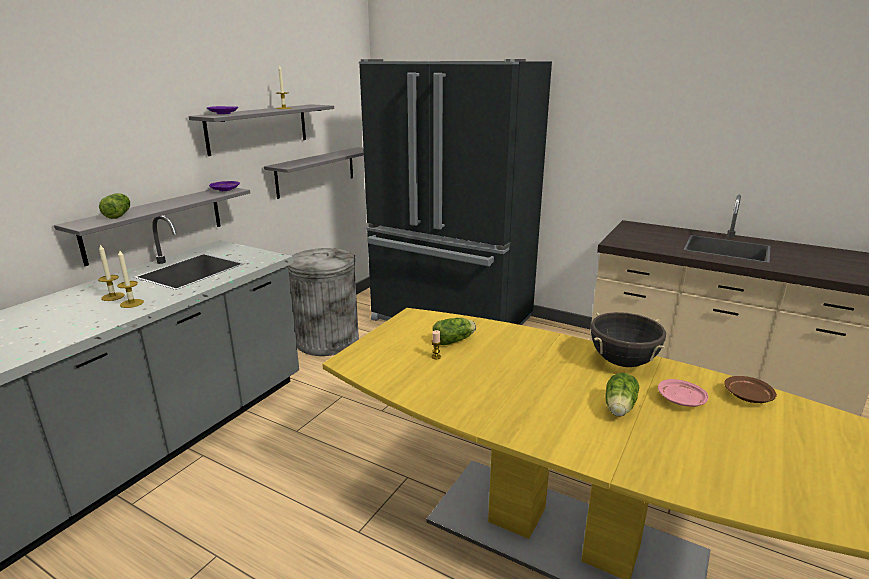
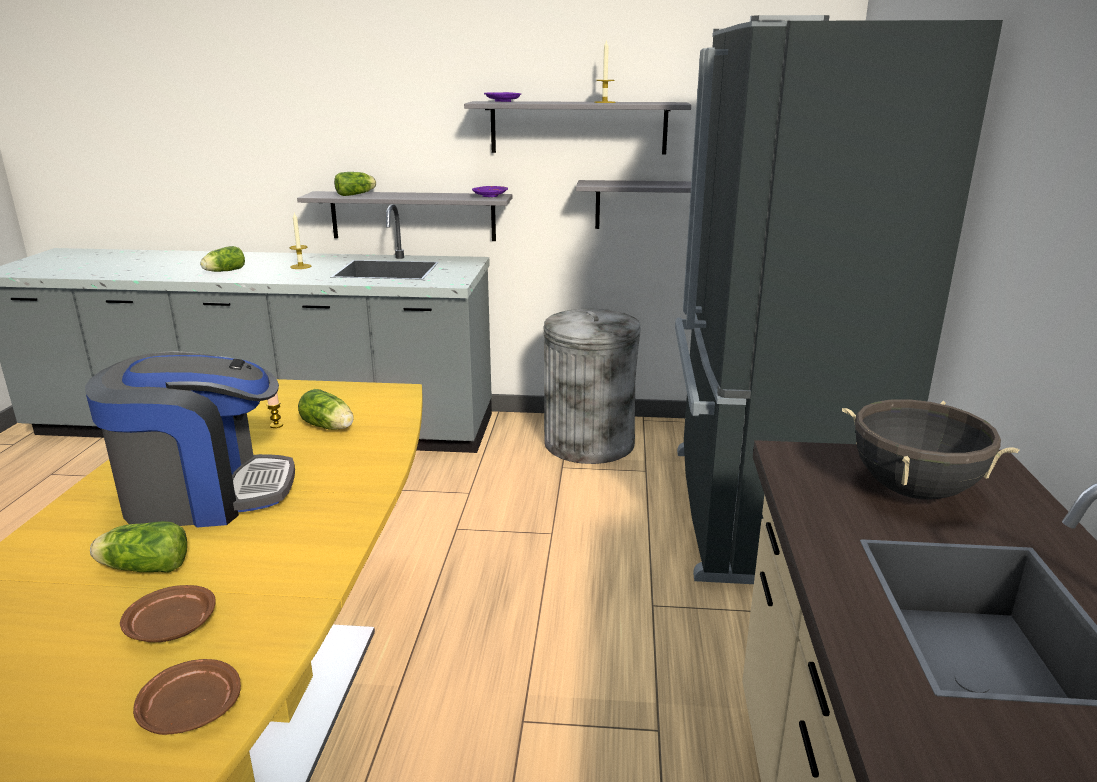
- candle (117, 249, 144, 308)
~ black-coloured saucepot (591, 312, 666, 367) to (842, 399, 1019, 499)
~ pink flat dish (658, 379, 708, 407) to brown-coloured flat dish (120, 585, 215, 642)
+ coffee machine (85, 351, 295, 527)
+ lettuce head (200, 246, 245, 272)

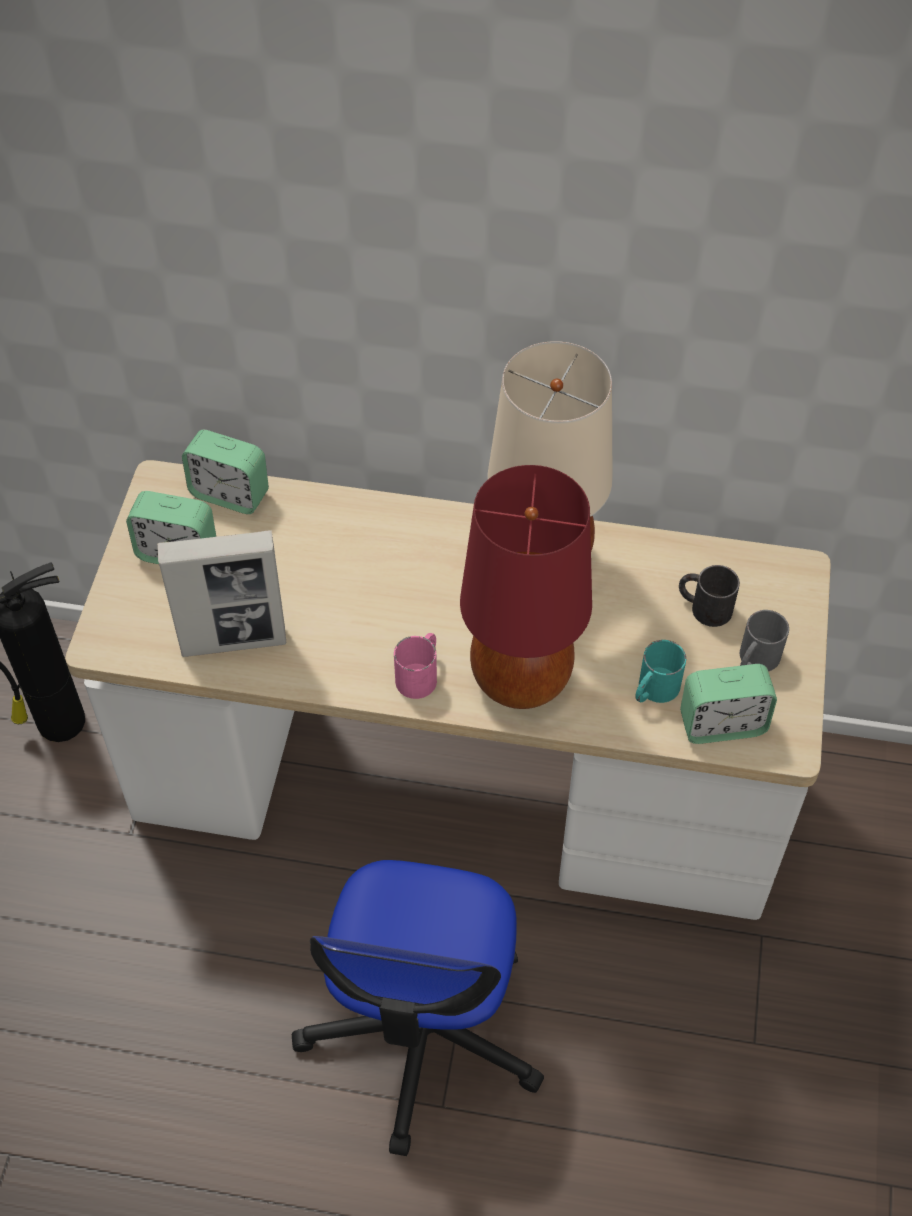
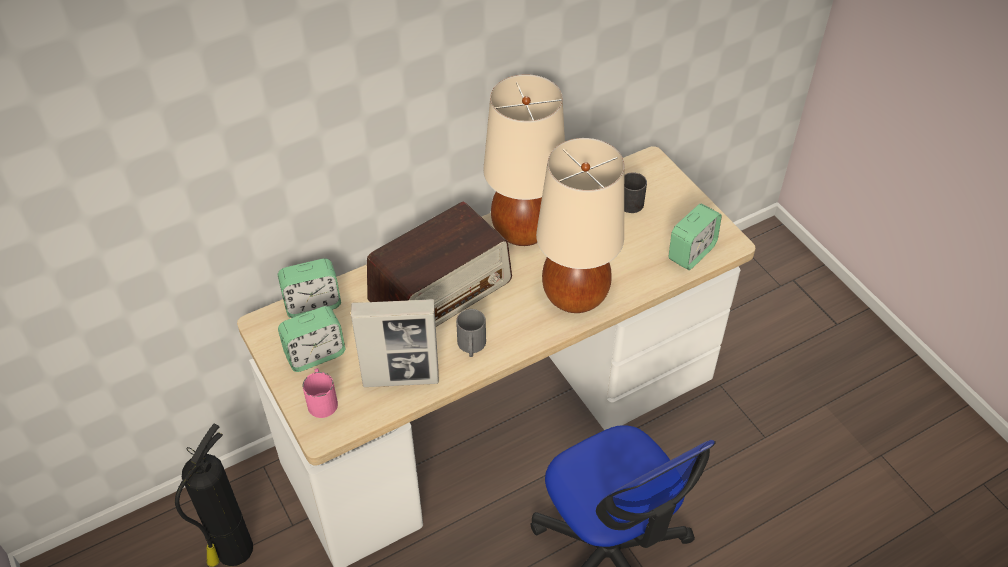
~ photo frame (157, 530, 286, 657) = (351, 299, 439, 387) 45 degrees clockwise
~ pink tea mug (394, 633, 437, 699) to (302, 368, 338, 418)
~ red lamp for a table (460, 465, 592, 709) to beige-coloured lamp for a table (536, 138, 624, 313)
- blue-green tea mug (635, 640, 686, 703)
~ greyish tea mug (740, 610, 789, 671) to (456, 309, 486, 357)
+ radio set (367, 201, 512, 327)

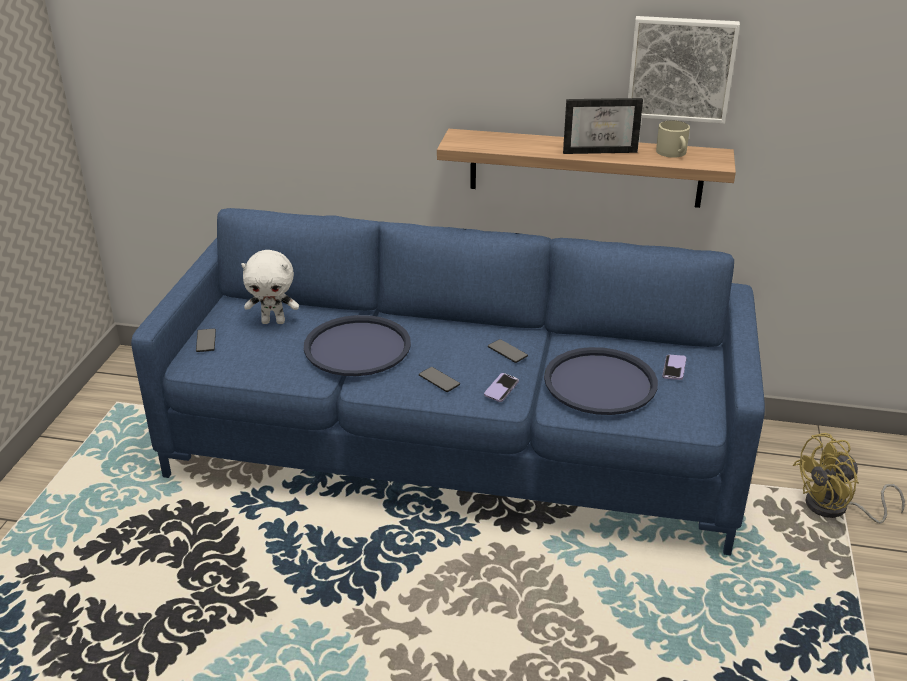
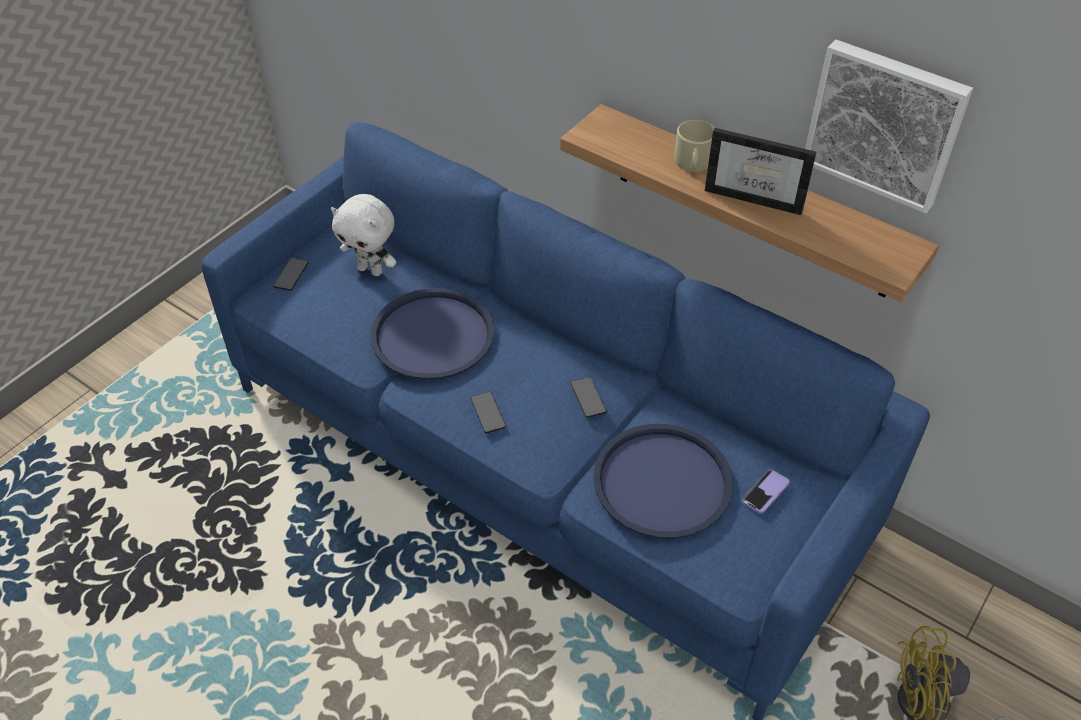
- phone (484, 373, 519, 402)
~ beige-coloured tea mug (656, 120, 690, 158) to (674, 120, 715, 172)

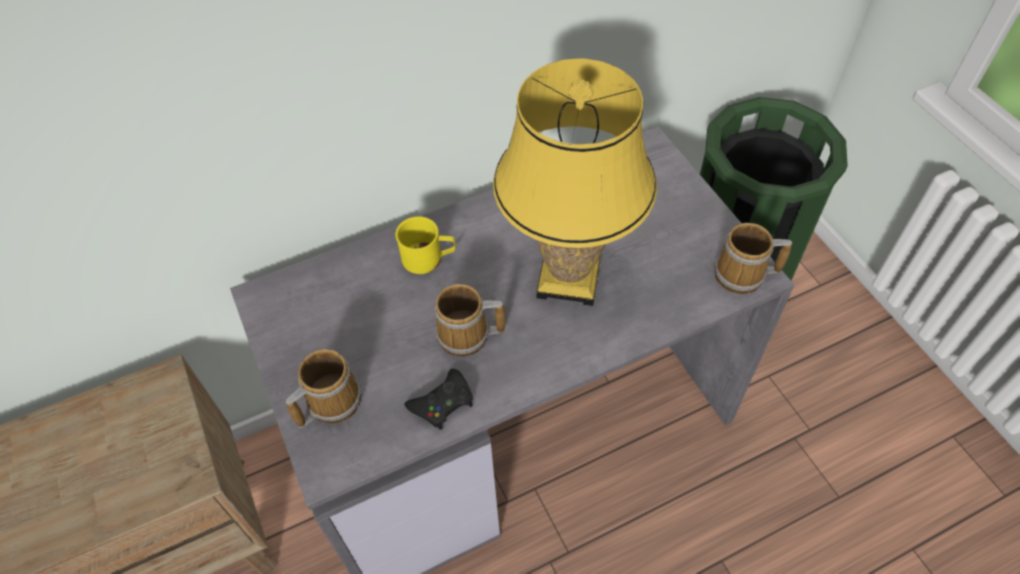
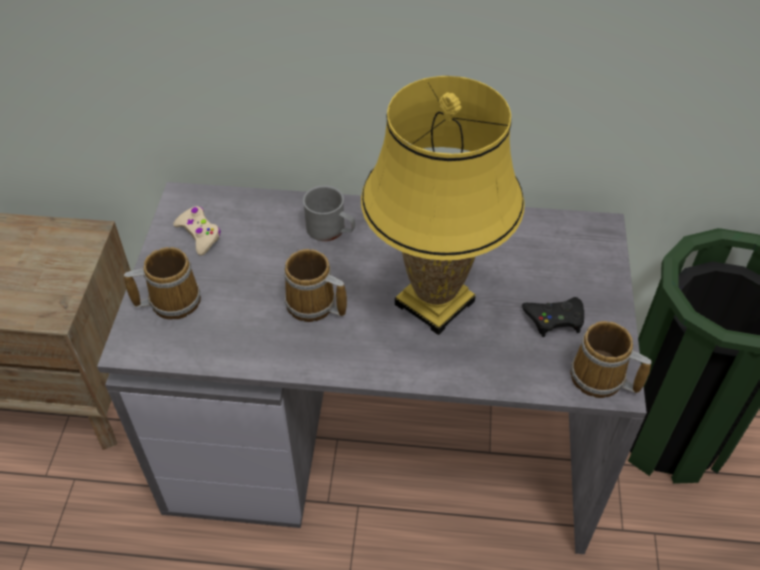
~ yellow-coloured tea mug (395, 216, 455, 274) to greyish tea mug (303, 185, 355, 241)
~ black-coloured joypad (405, 369, 473, 430) to (522, 297, 584, 337)
+ beige-coloured joypad (173, 206, 221, 256)

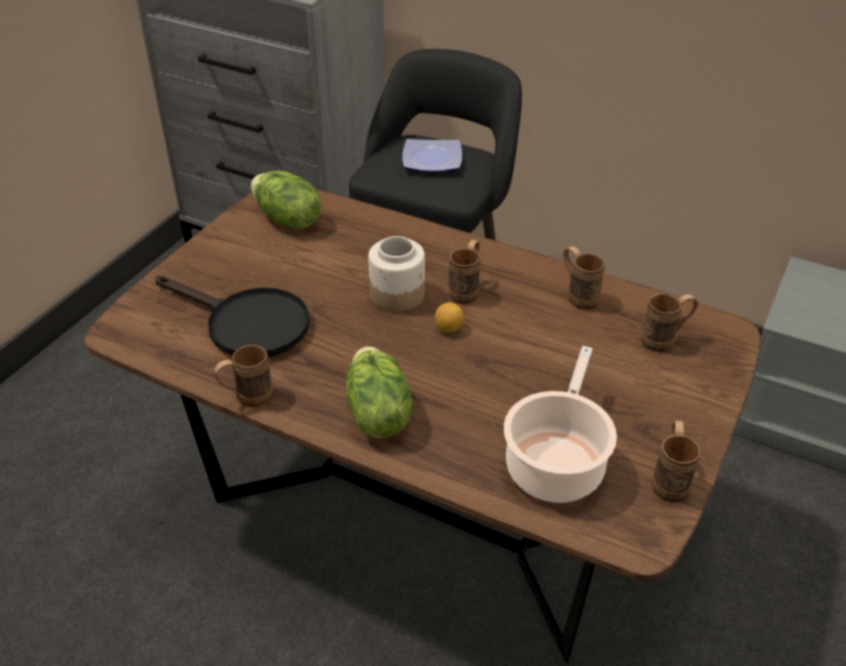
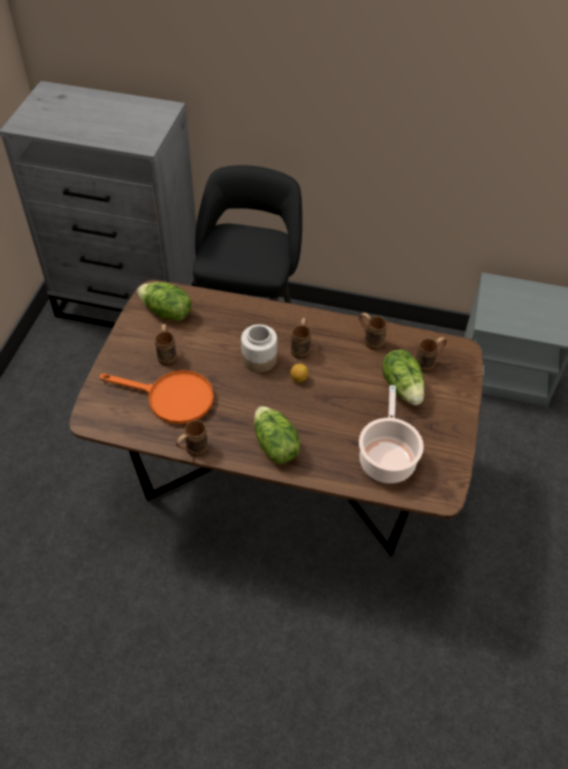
~ black-coloured frying pan (155, 276, 310, 357) to orange frying pan (100, 370, 214, 424)
- flat dish (402, 139, 462, 172)
~ brown-coloured tea mug (652, 421, 701, 502) to (155, 324, 177, 366)
+ lettuce head (382, 350, 425, 405)

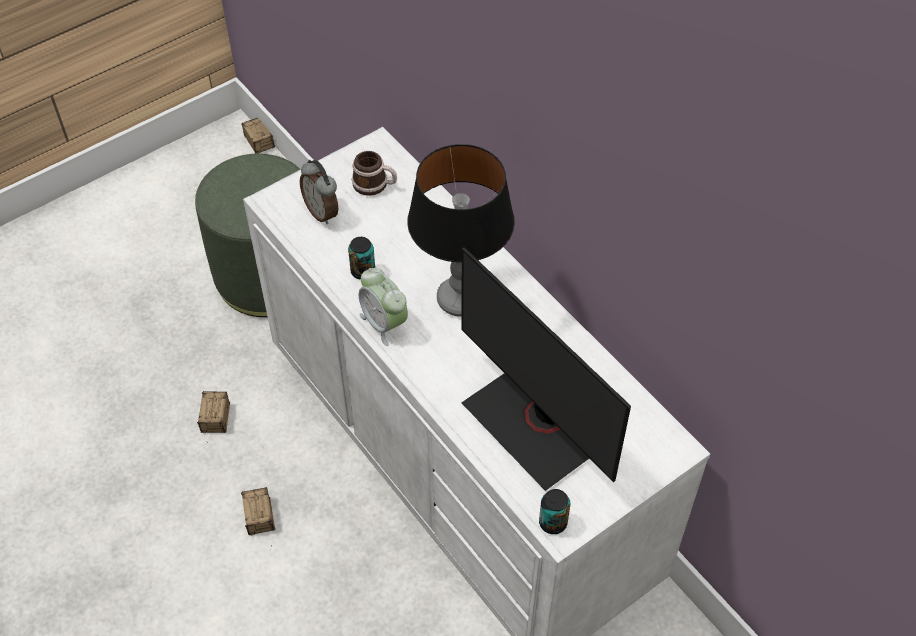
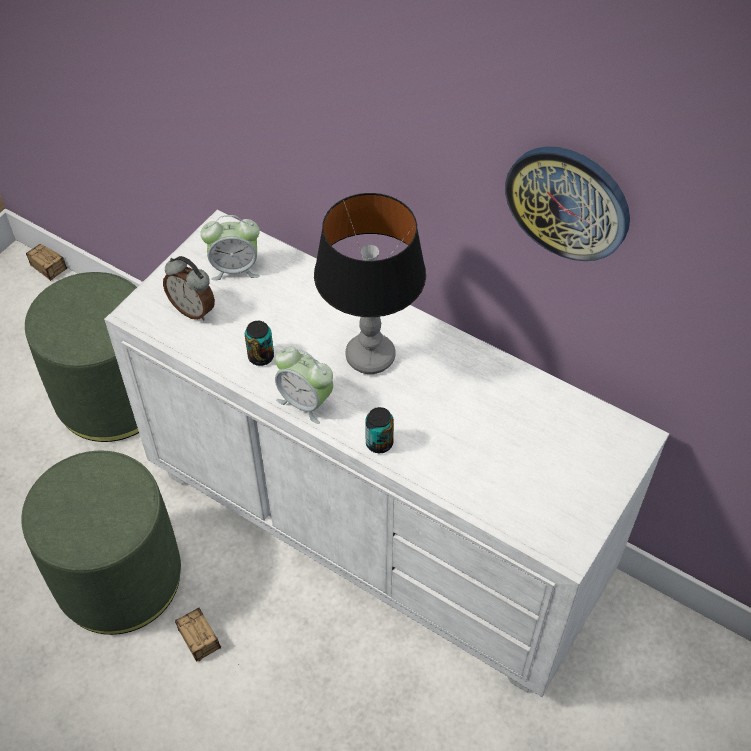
~ storage box (197, 391, 230, 442) to greenish pouffe (21, 451, 181, 635)
~ tea mug (352, 151, 397, 196) to table clock (200, 215, 260, 280)
- computer screen (461, 247, 631, 491)
~ sealed can (539, 489, 570, 534) to (365, 407, 394, 453)
+ hanging clock (505, 147, 630, 261)

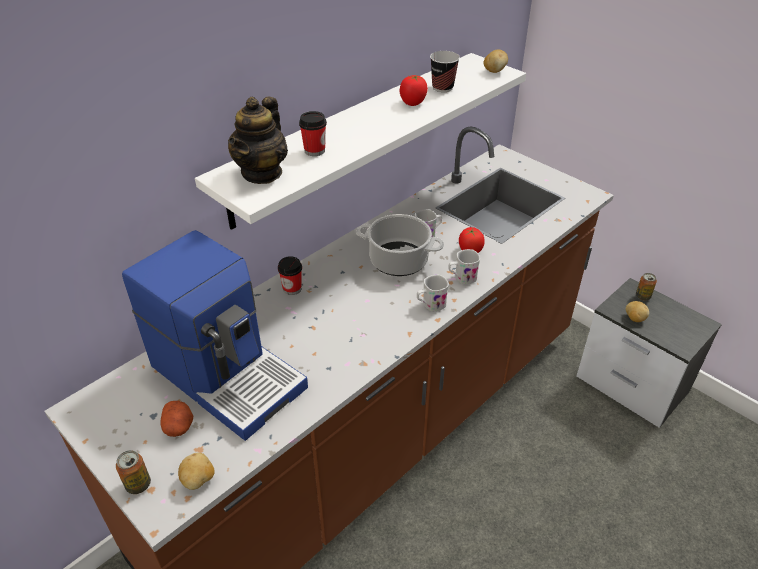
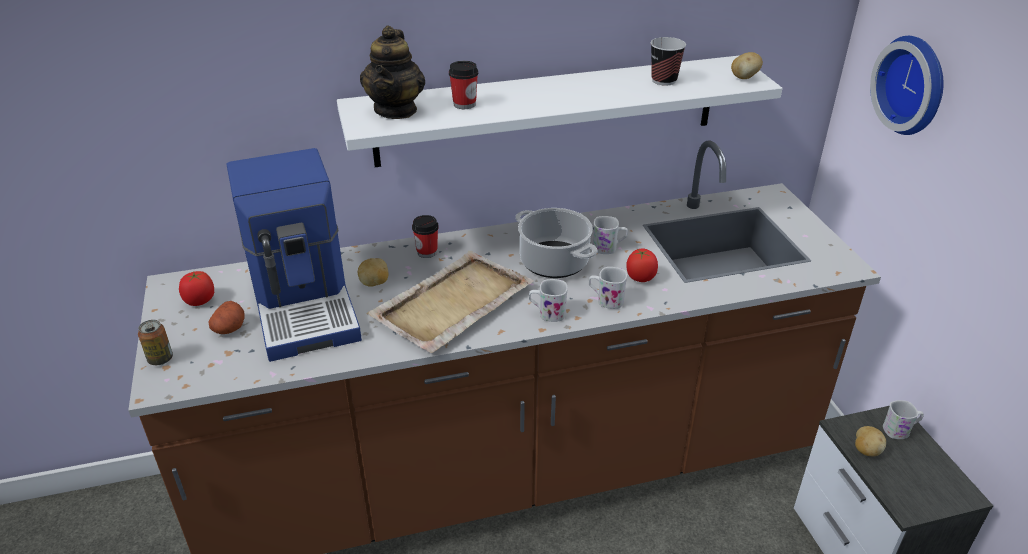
~ whole potato (178, 453, 215, 490) to (358, 258, 389, 287)
~ teapot (228, 96, 288, 184) = (360, 25, 425, 119) 45 degrees counterclockwise
~ fresh tomato (400, 75, 428, 106) to (179, 271, 214, 306)
~ sealed can (636, 273, 657, 301) to white-coloured tea mug (883, 400, 924, 439)
+ beige-coloured serving tray (367, 251, 534, 353)
+ hanging clock (870, 36, 944, 135)

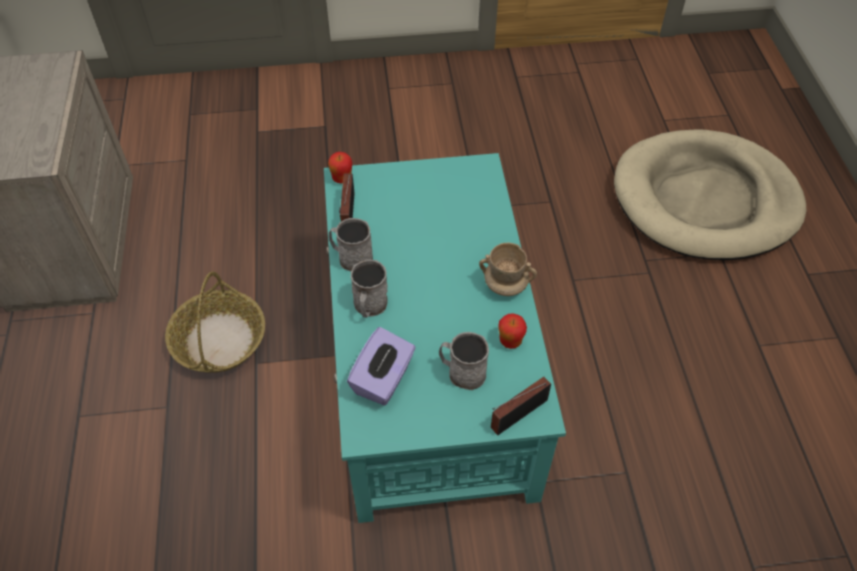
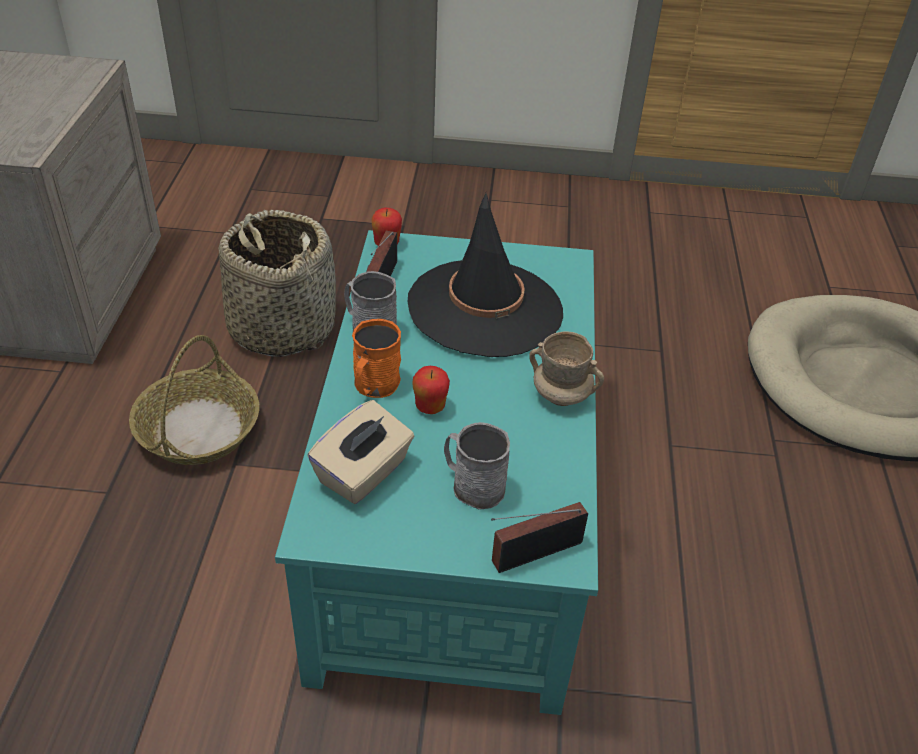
~ purple tissue holder (347, 327, 416, 405) to beige-coloured tissue holder (307, 400, 414, 504)
~ greyish tea mug (351, 259, 388, 318) to orange tea mug (352, 319, 401, 398)
~ whole apple (498, 313, 527, 349) to (412, 366, 450, 414)
+ household basket (219, 210, 336, 357)
+ black-coloured wearable hat (408, 192, 563, 357)

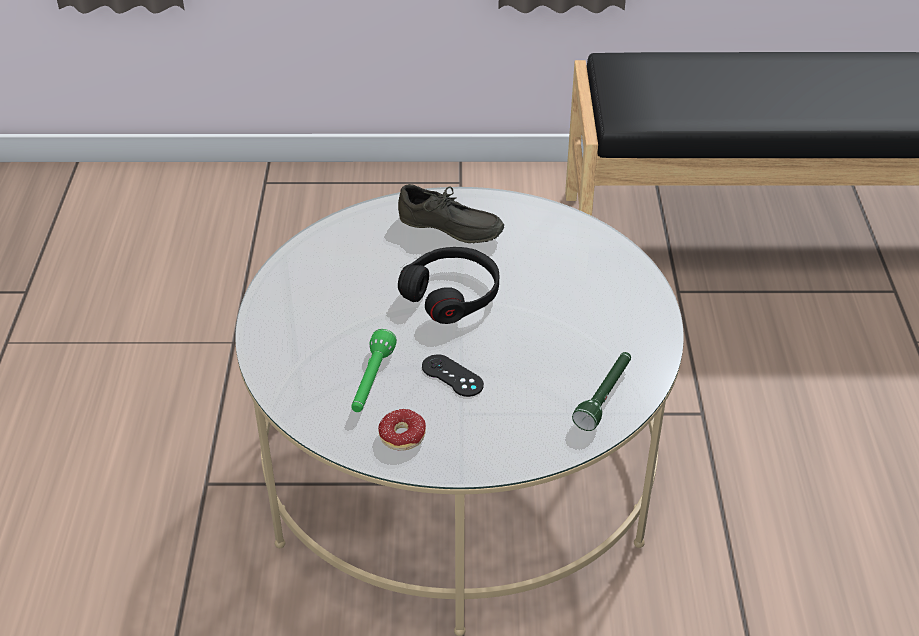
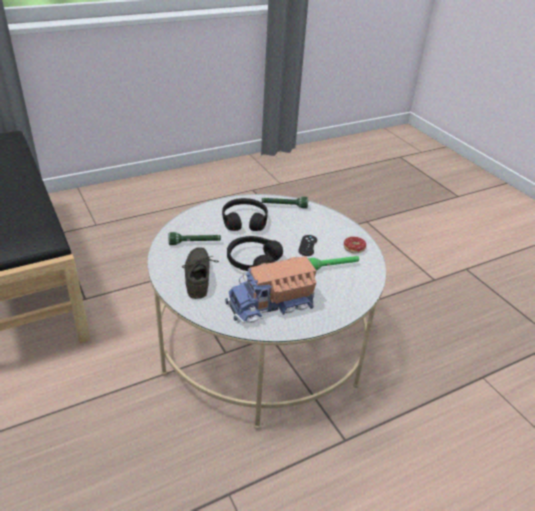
+ greenish hand torch (169, 232, 221, 245)
+ black-coloured headphones (222, 198, 268, 231)
+ toy truck (225, 256, 317, 324)

